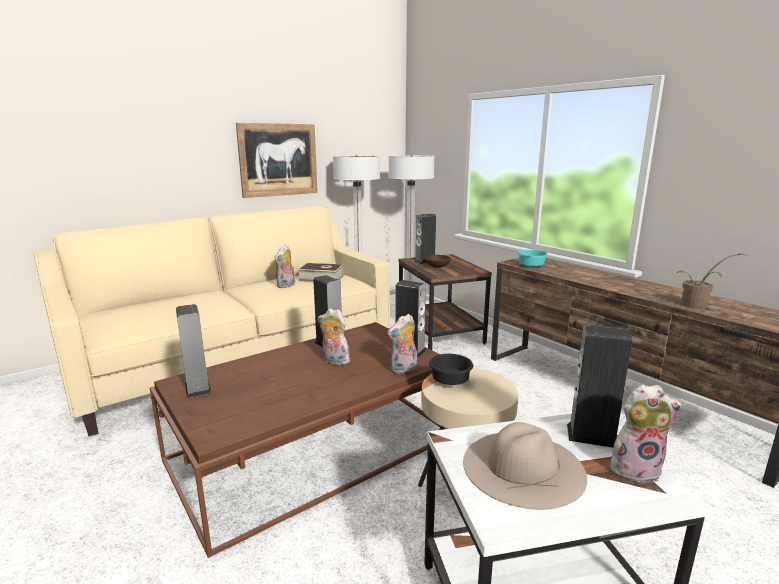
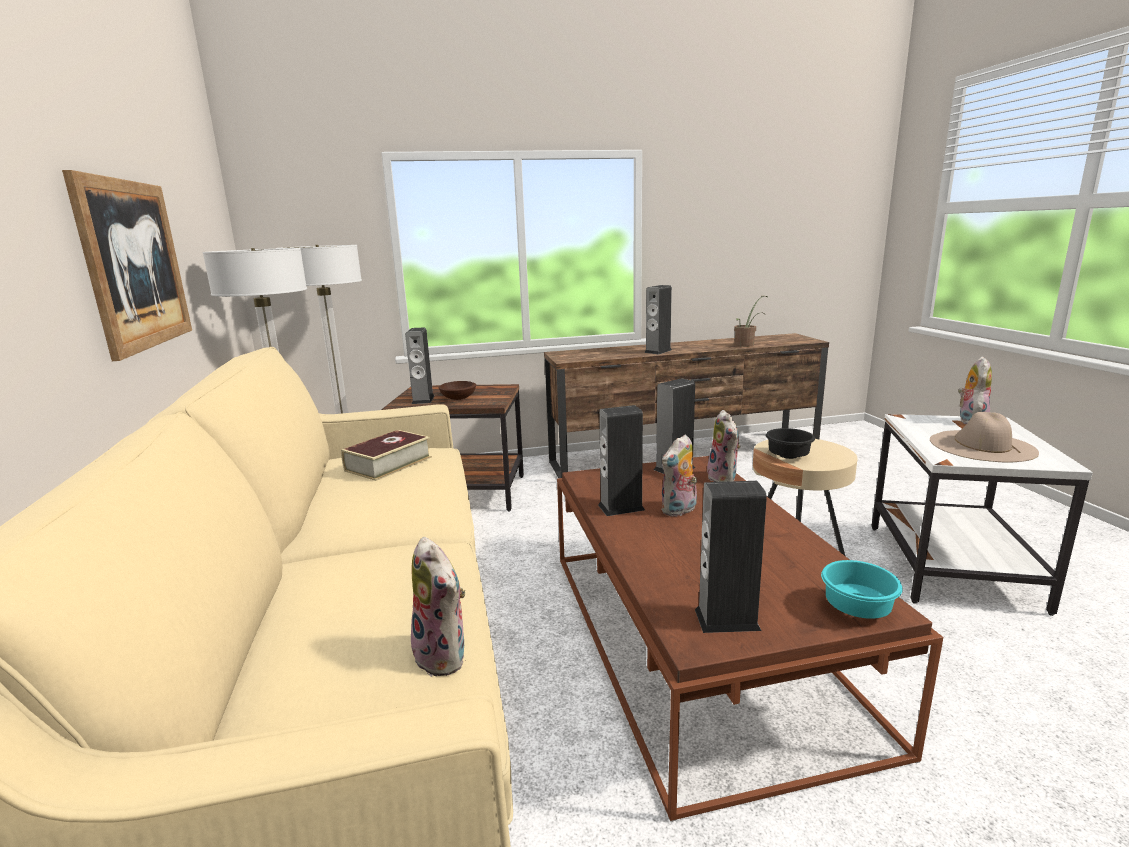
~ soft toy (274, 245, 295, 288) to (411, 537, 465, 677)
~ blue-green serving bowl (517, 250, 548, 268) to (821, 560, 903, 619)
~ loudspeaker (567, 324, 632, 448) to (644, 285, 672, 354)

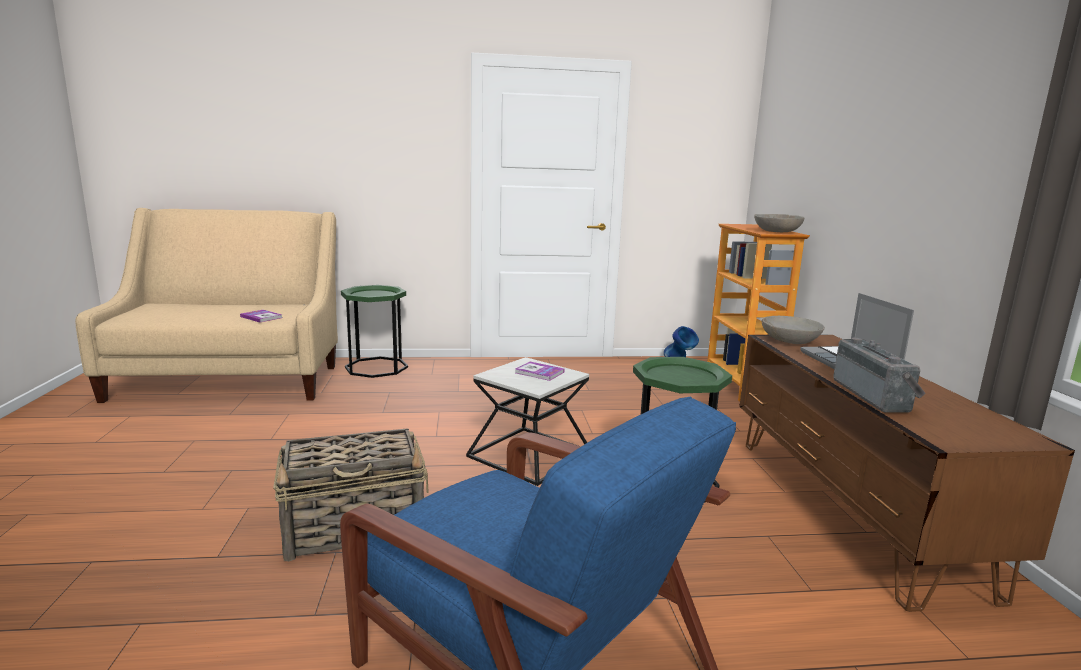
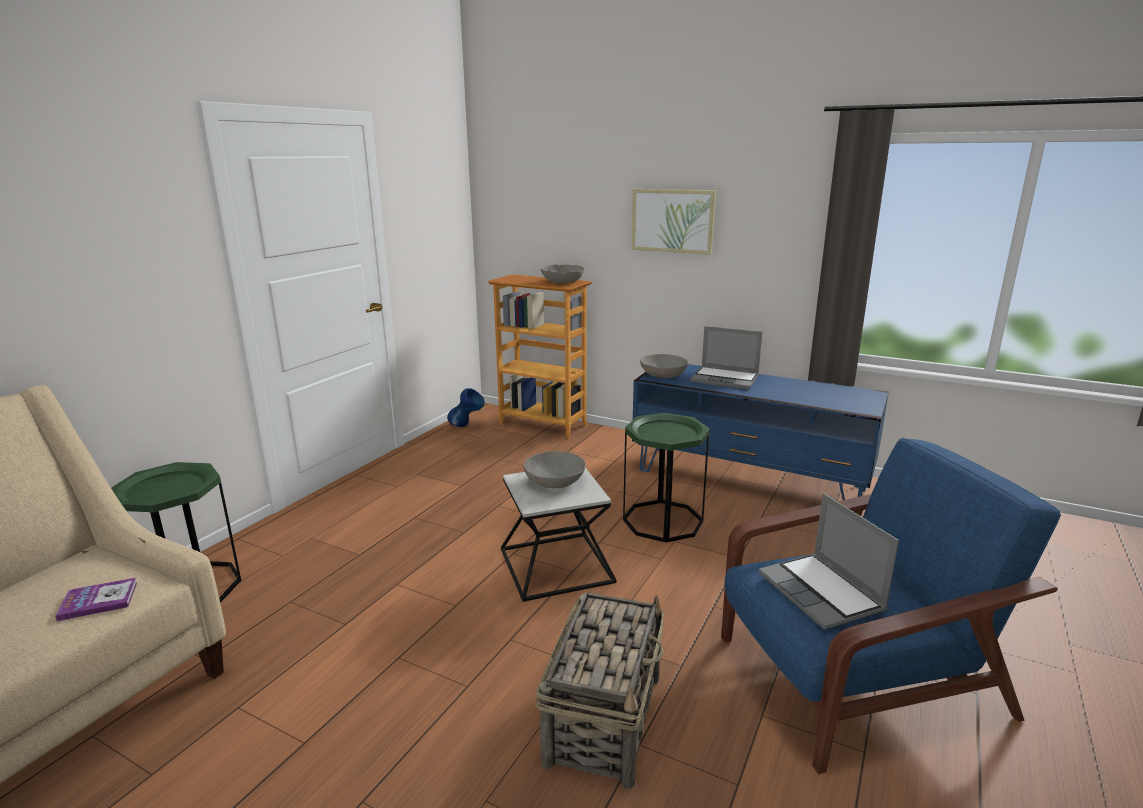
~ book (515, 362, 564, 381) to greyish serving bowl (523, 451, 586, 488)
~ brown-coloured media console (739, 335, 1075, 612) to bluish media console (632, 364, 889, 500)
- radio set (833, 338, 926, 413)
+ wall art (632, 189, 716, 255)
+ notebook computer (759, 493, 899, 630)

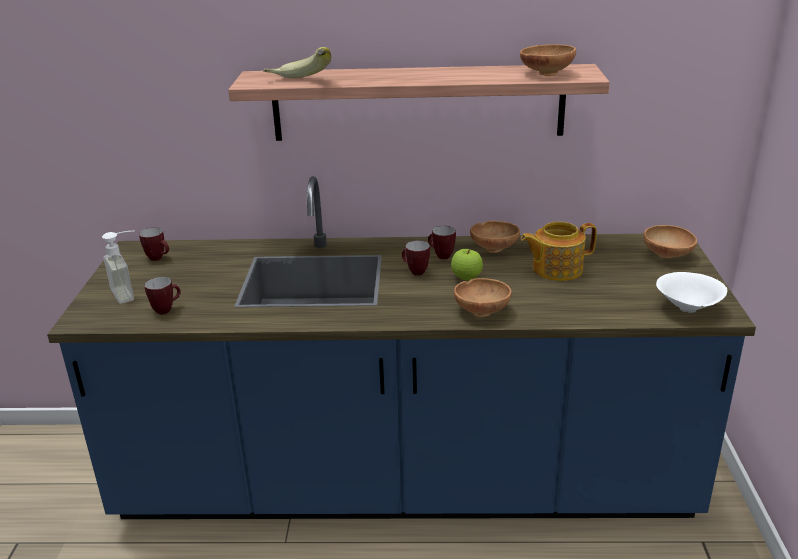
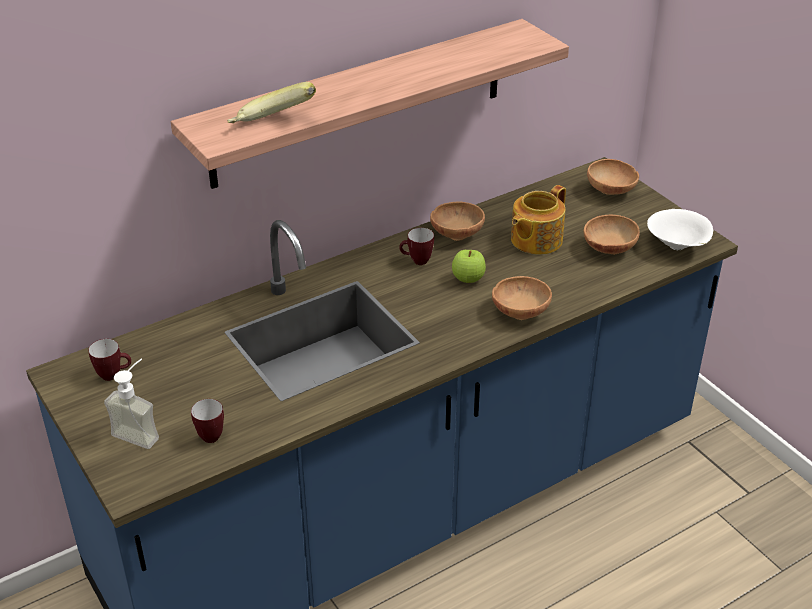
- tea mug (402, 240, 430, 276)
~ brown-coloured serving bowl (520, 44, 576, 76) to (584, 215, 640, 255)

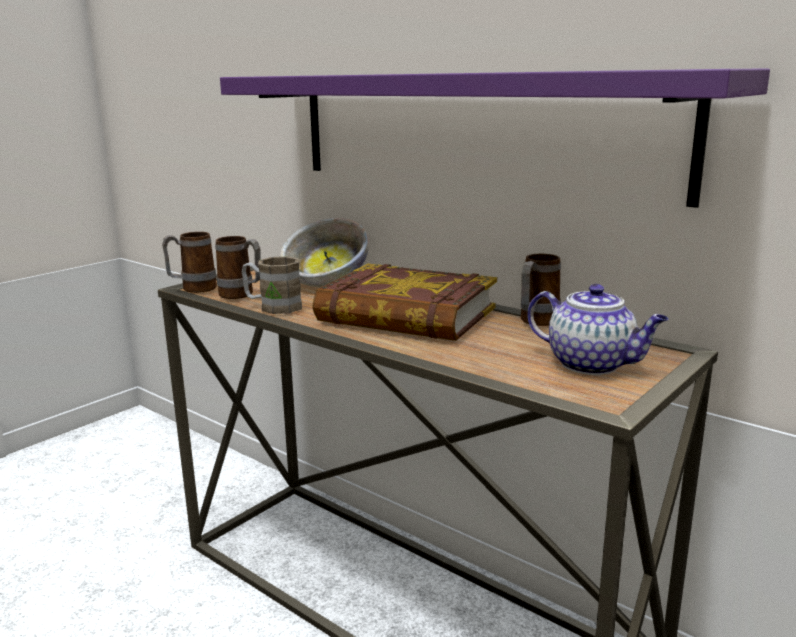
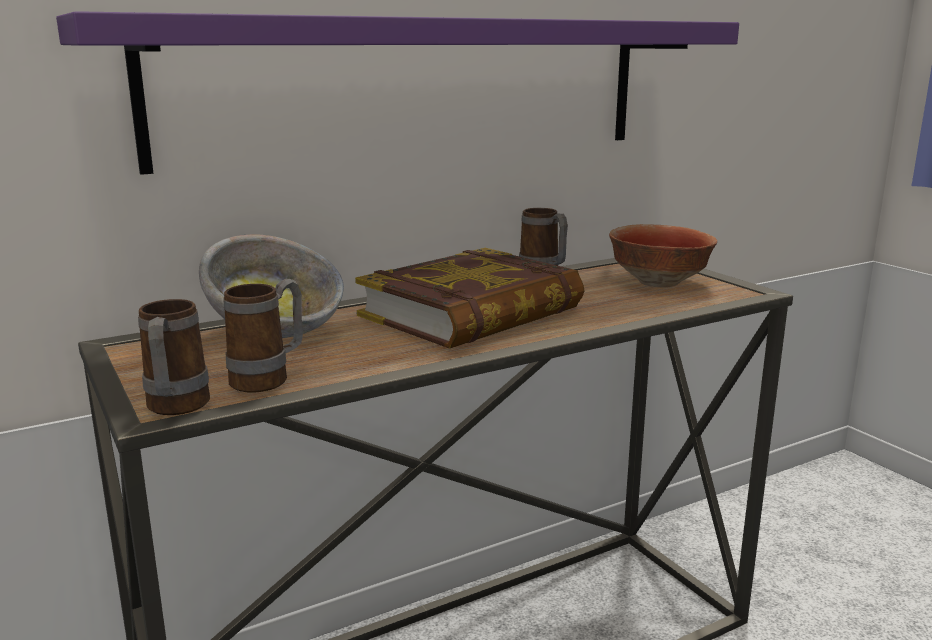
- brown-coloured tea mug (242, 256, 302, 314)
~ teapot (528, 284, 668, 375) to serving bowl (609, 224, 717, 288)

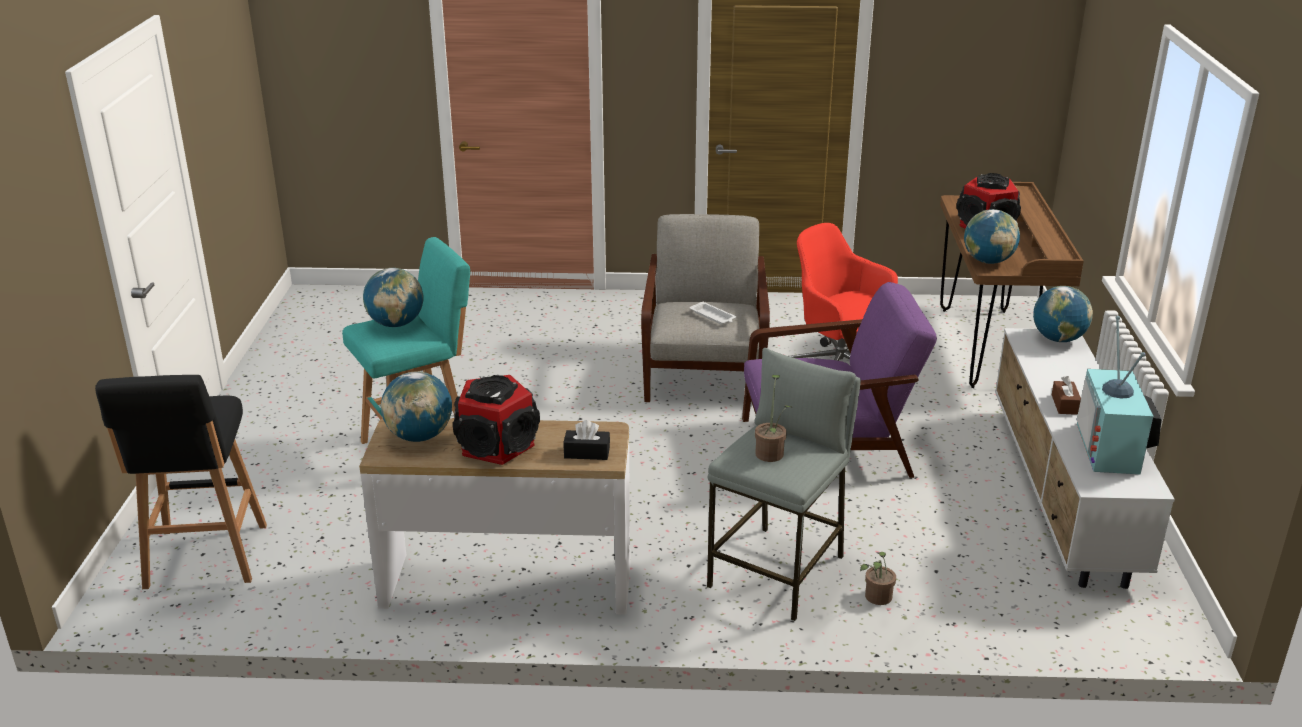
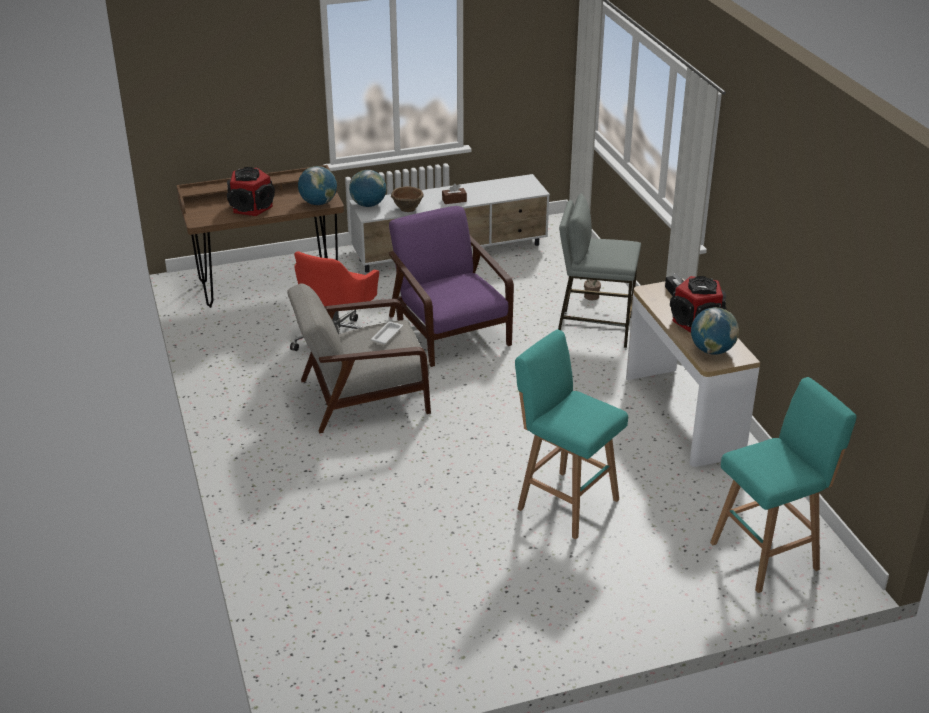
~ black-coloured sitting stool (95, 375, 267, 589) to blue-green sitting stool (710, 377, 857, 593)
- globe (363, 268, 423, 327)
- potted plant (755, 375, 792, 462)
- TV set (1077, 316, 1162, 474)
+ brown-coloured serving bowl (391, 186, 424, 212)

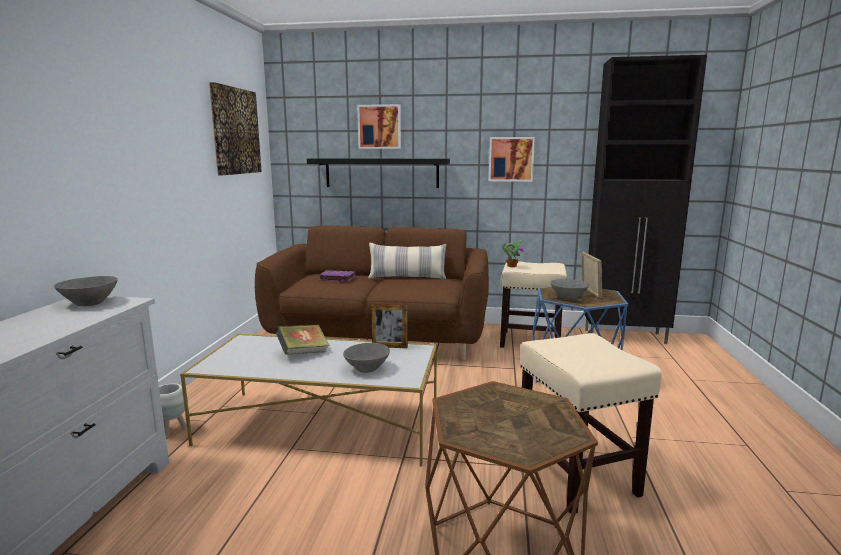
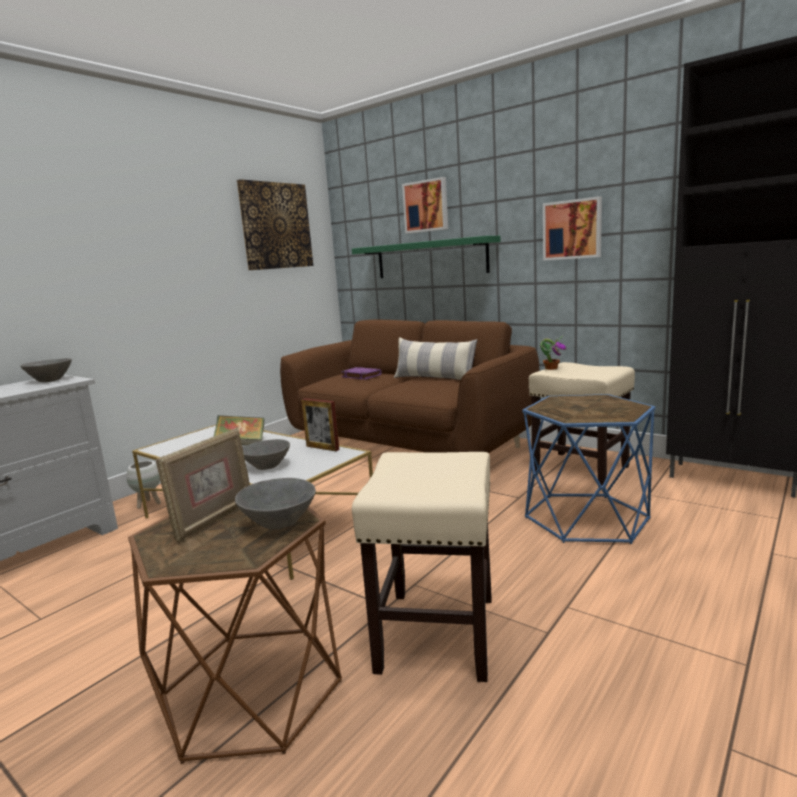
~ black-coloured wall shelf (307, 158, 450, 188) to greenish wall shelf (352, 236, 500, 278)
~ greyish serving bowl (550, 279, 589, 300) to (235, 478, 316, 529)
~ photo frame (581, 251, 602, 299) to (156, 427, 250, 543)

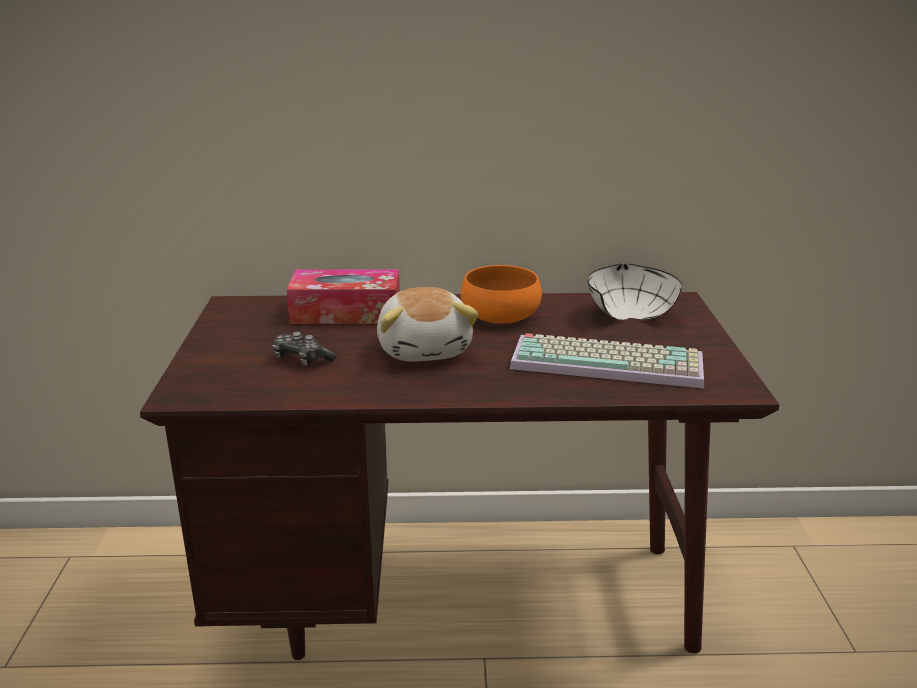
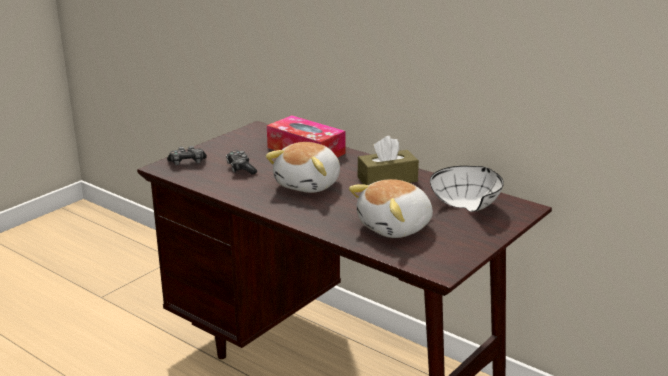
~ orange serving bowl (461, 265, 542, 323) to brown-coloured tissue holder (358, 136, 419, 185)
~ PC keyboard (510, 333, 704, 388) to soft toy (349, 179, 433, 238)
+ joypad (167, 146, 207, 165)

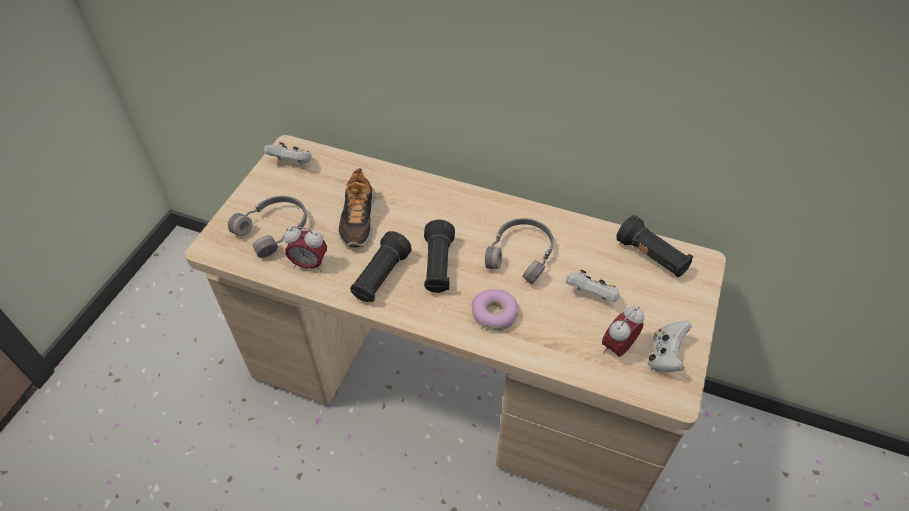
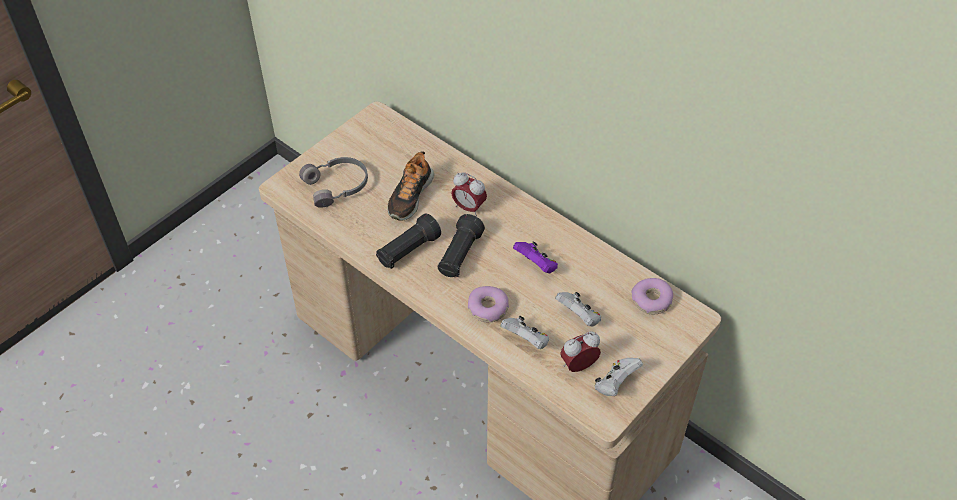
~ white-coloured joypad (263, 142, 312, 165) to (501, 316, 549, 349)
~ table clock (284, 226, 327, 272) to (451, 172, 487, 216)
~ greyish headphones (485, 218, 554, 284) to purple joypad (513, 242, 558, 273)
~ black-coloured hand torch (616, 215, 693, 277) to donut (631, 278, 673, 314)

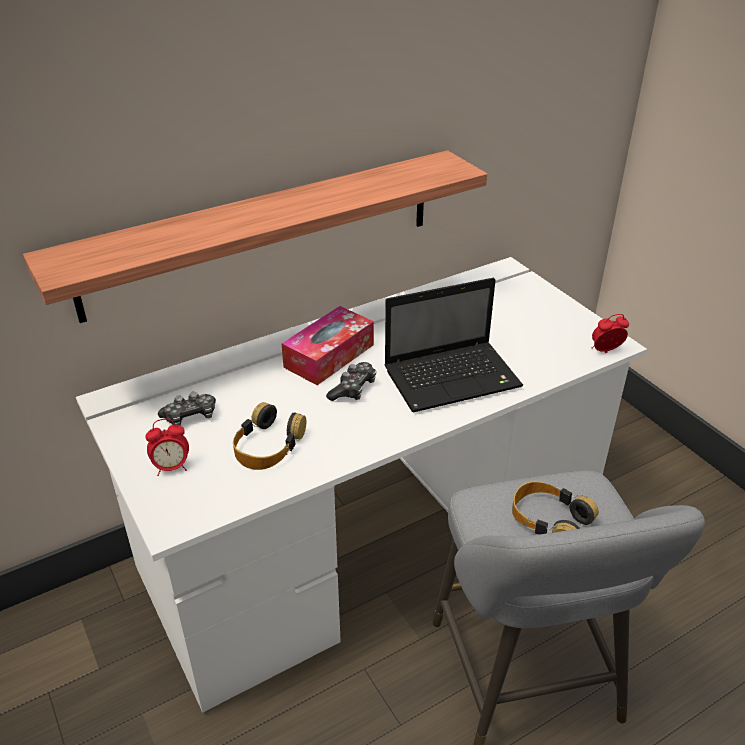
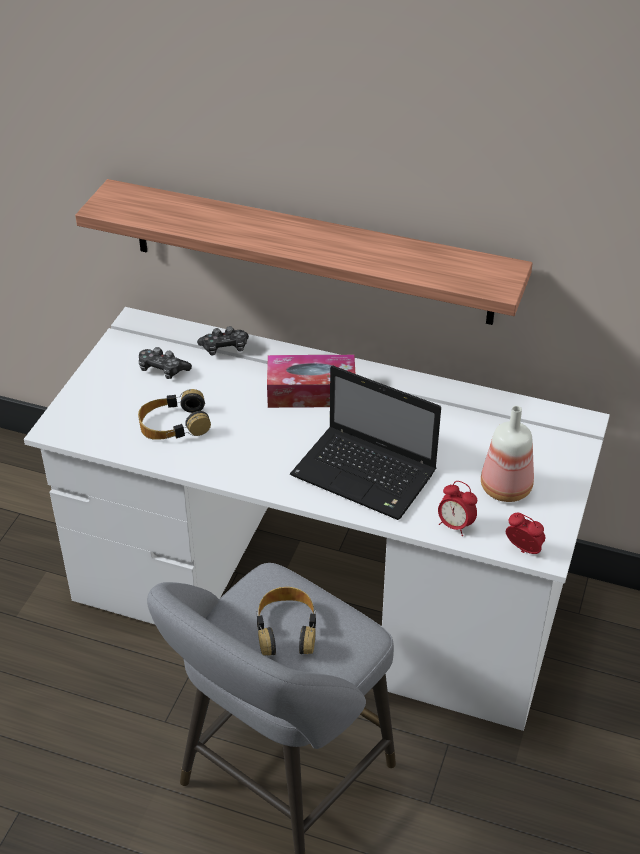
~ table clock (145, 419, 189, 476) to (438, 481, 477, 536)
~ joypad (326, 362, 376, 401) to (197, 326, 249, 355)
+ beverage bottle (481, 406, 534, 502)

